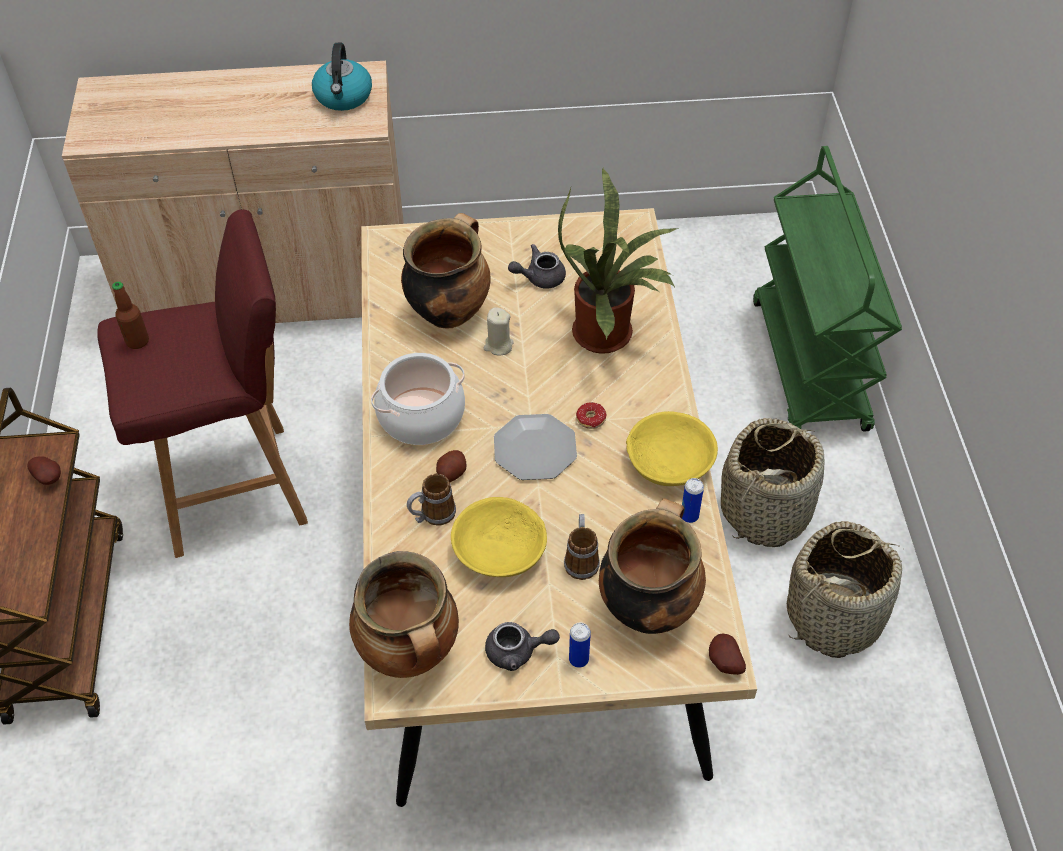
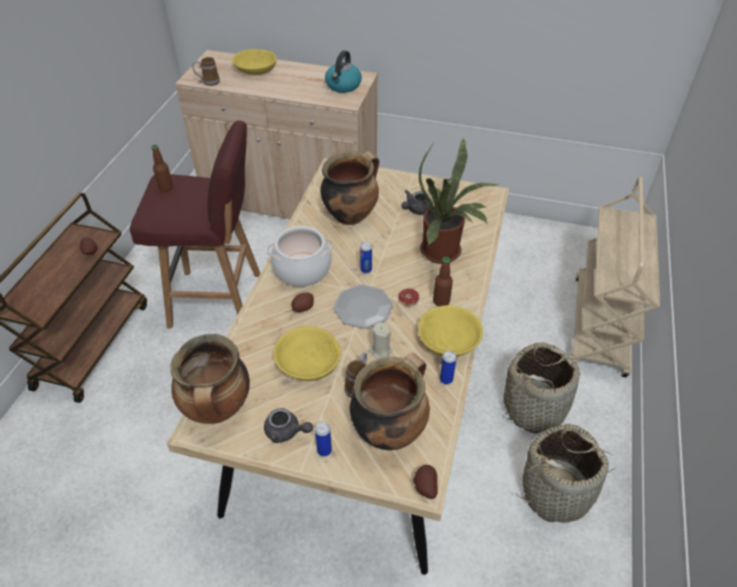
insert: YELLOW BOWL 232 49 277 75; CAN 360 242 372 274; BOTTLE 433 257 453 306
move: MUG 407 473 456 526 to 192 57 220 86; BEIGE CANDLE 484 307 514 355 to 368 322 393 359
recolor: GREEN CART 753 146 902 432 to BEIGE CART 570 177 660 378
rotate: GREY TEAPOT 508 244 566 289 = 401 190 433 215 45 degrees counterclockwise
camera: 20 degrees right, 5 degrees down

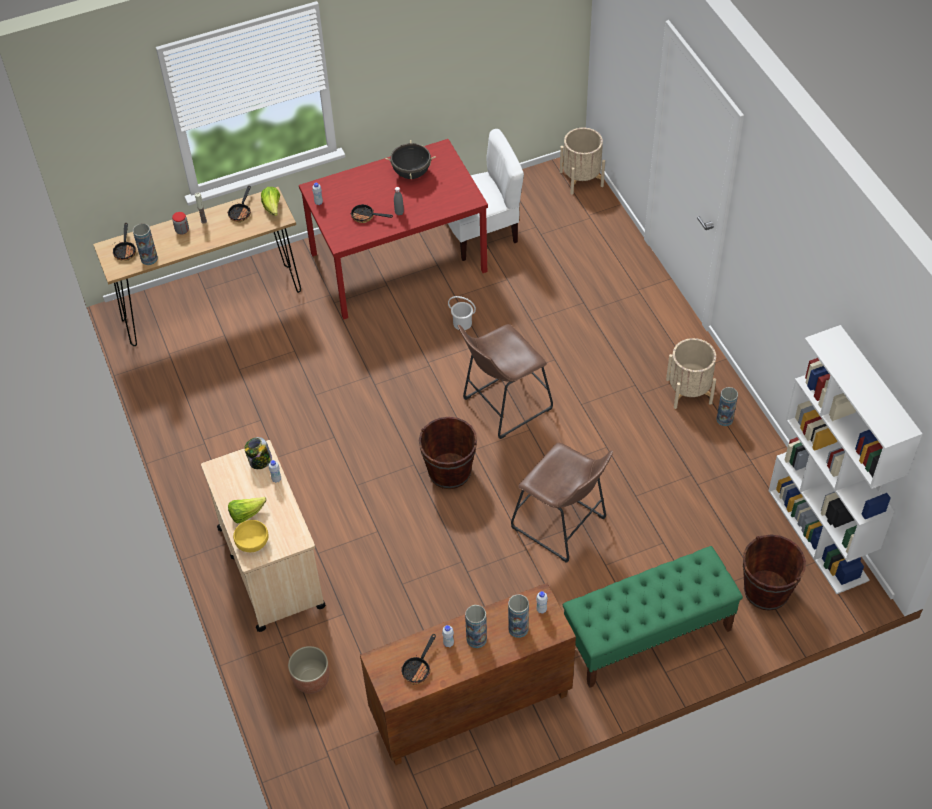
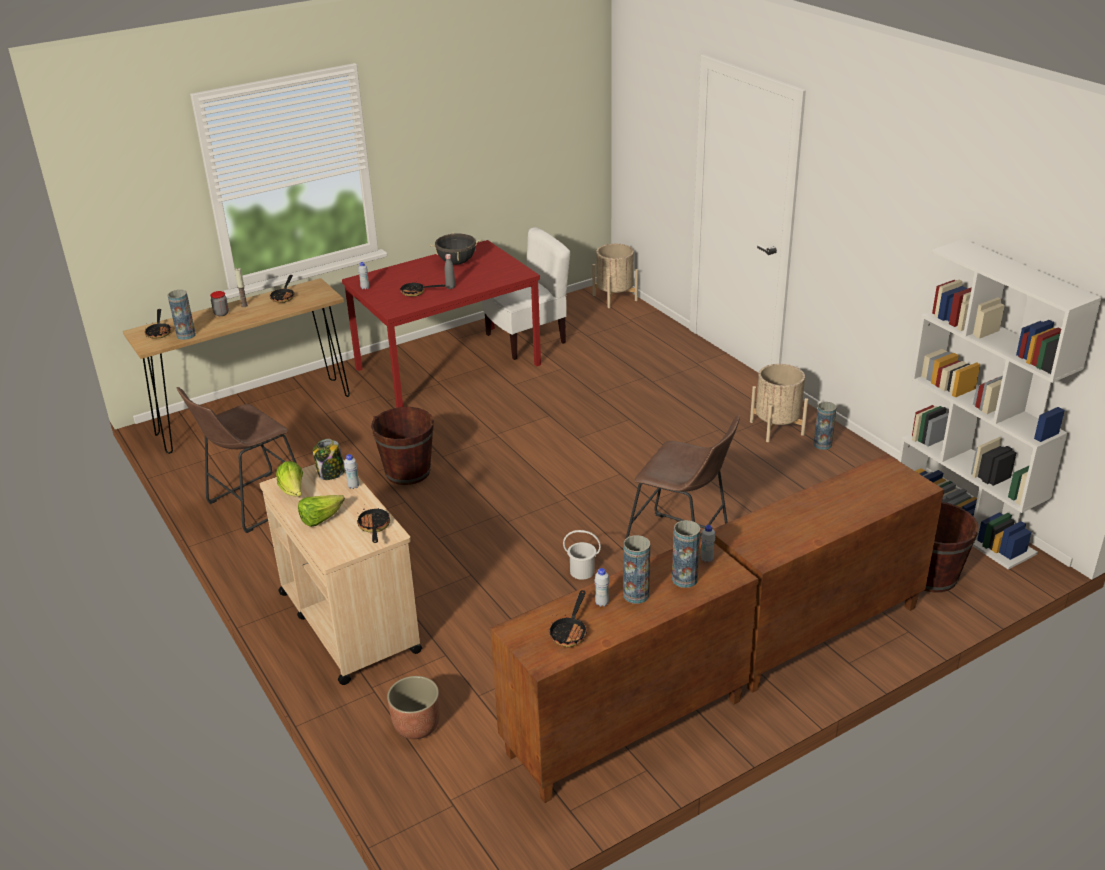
delete: YELLOW BOWL 233 520 269 552
insert: FRYING PAN 357 508 390 543
move: LETTUCE 261 187 280 216 to 276 461 303 497; BROWN BUCKET 419 417 477 489 to 371 407 434 485; WHITE BUCKET 448 296 476 330 to 563 530 601 580; BROWN STOOL 458 324 553 439 to 177 387 296 533
replace: GREEN BENCH 563 546 743 688 to BROWN CABINET 713 454 944 693
camera: 10 degrees left, 20 degrees down

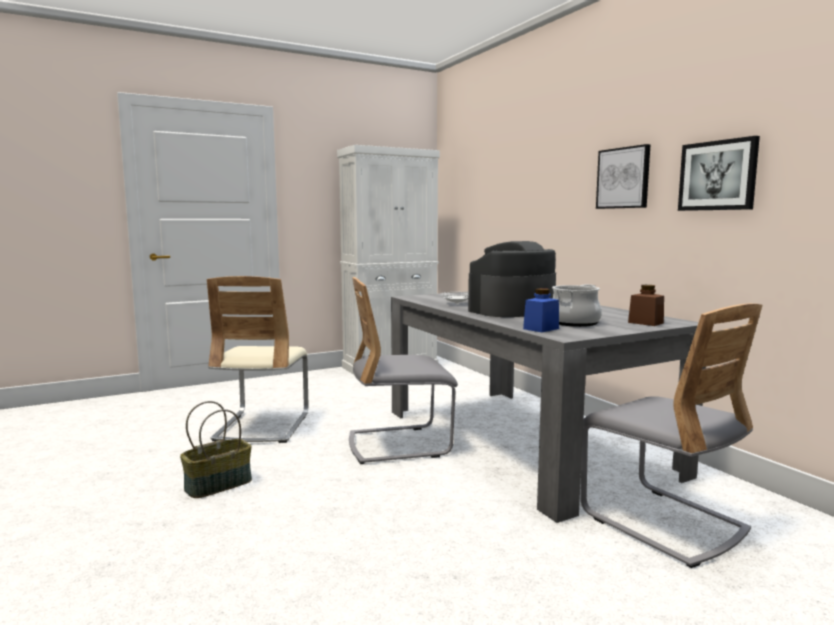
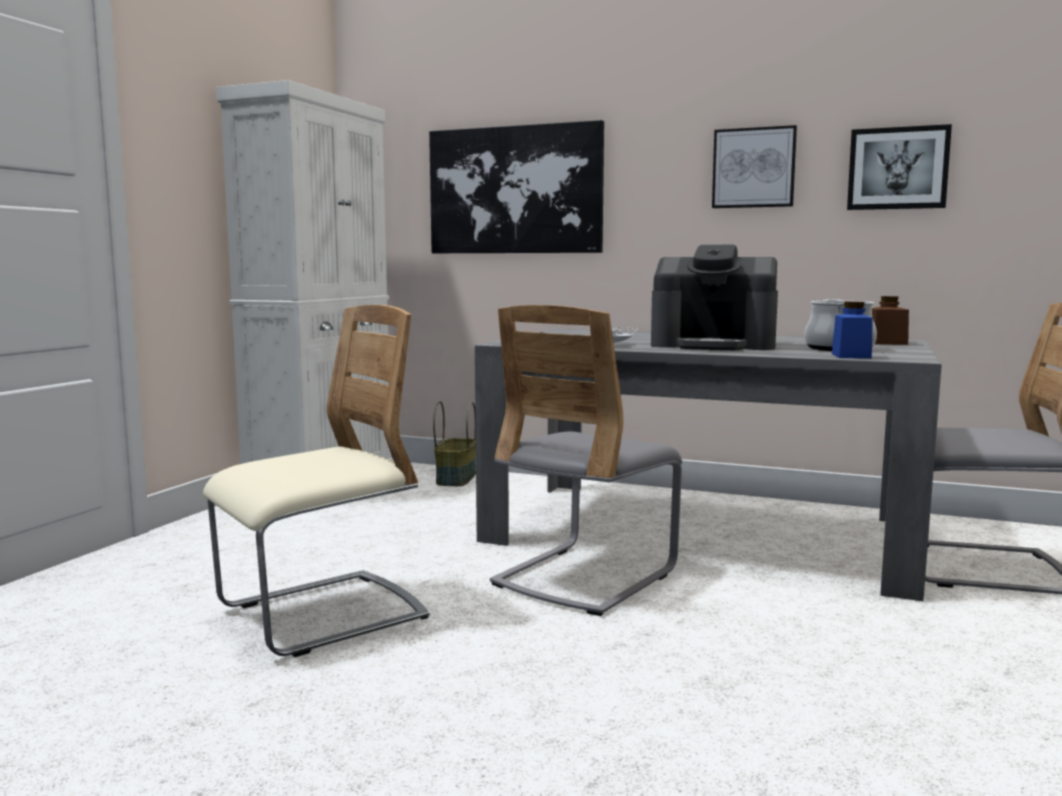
insert: PICTURE 429 120 604 253
move: BASKET 180 401 252 498 to 433 401 476 486
rotate: BEIGE CHAIR 207 276 308 443 = 203 305 429 657 90 degrees counterclockwise; COFFEE MACHINE 468 241 556 317 = 651 245 778 350 90 degrees counterclockwise
camera: 40 degrees left, 0 degrees up

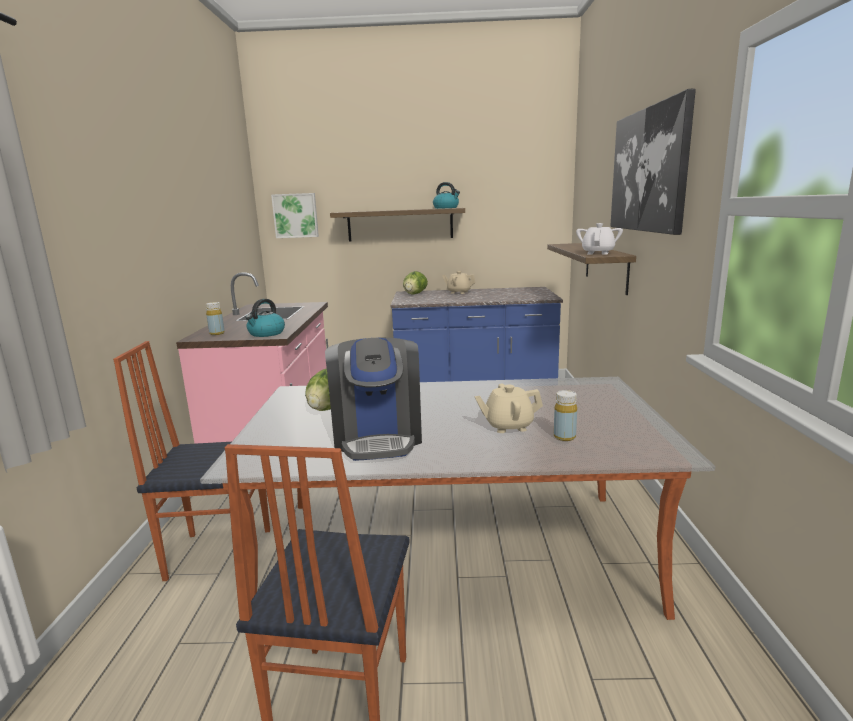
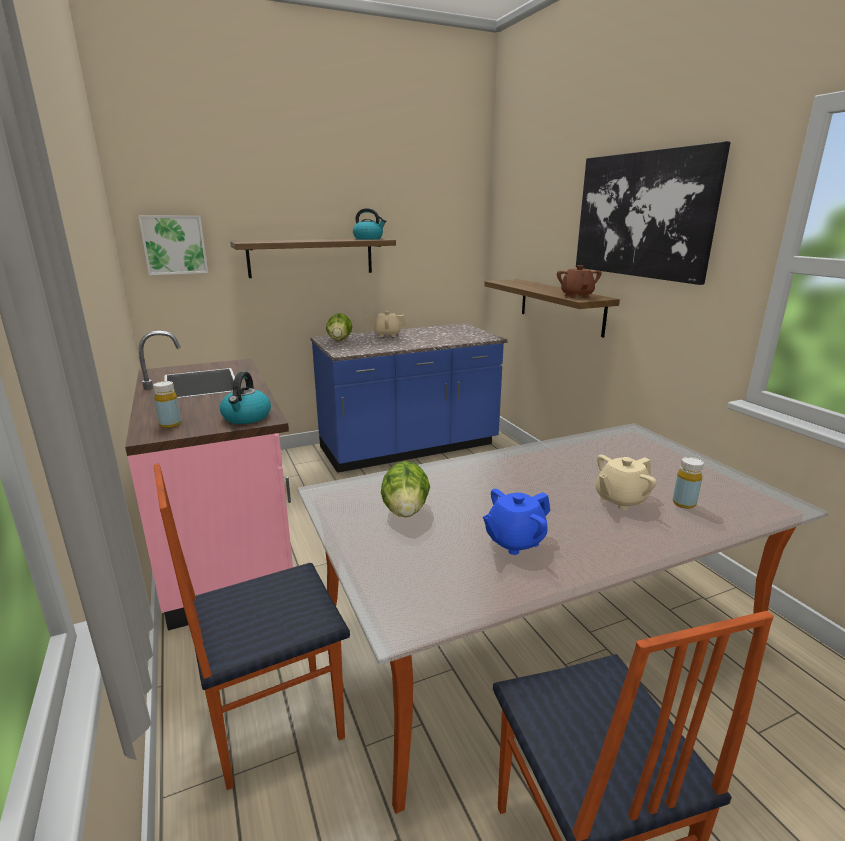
replace: COFFEE MACHINE 325 338 422 461 to BLUE TEAPOT 483 489 550 555
recolor: WHITE TEAPOT 576 223 623 255 to BROWN TEAPOT 557 265 601 298
camera: 25 degrees left, 5 degrees up

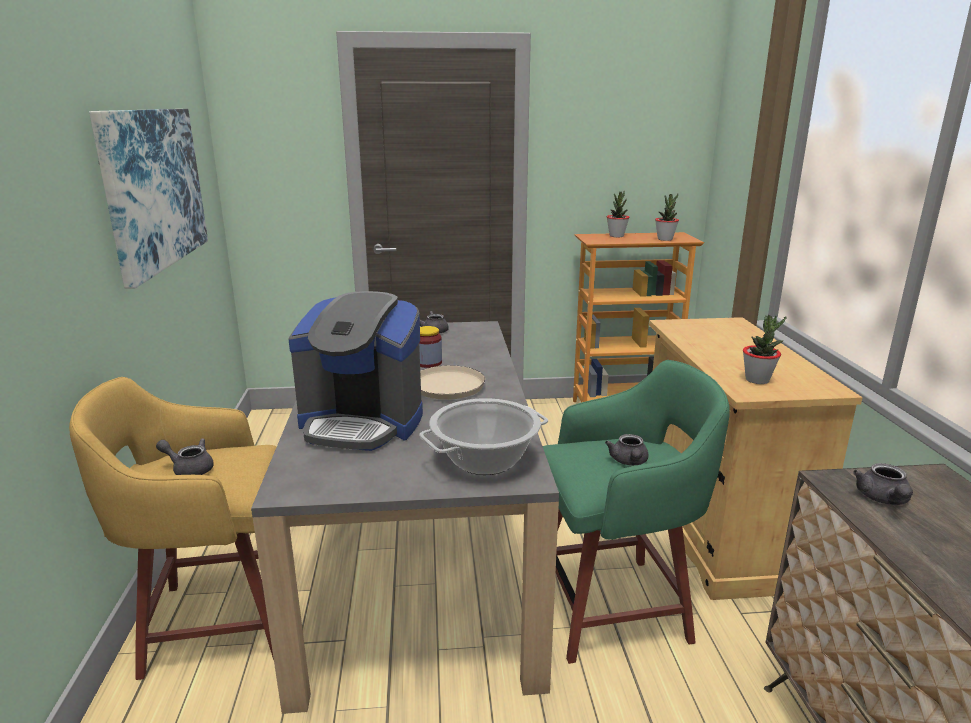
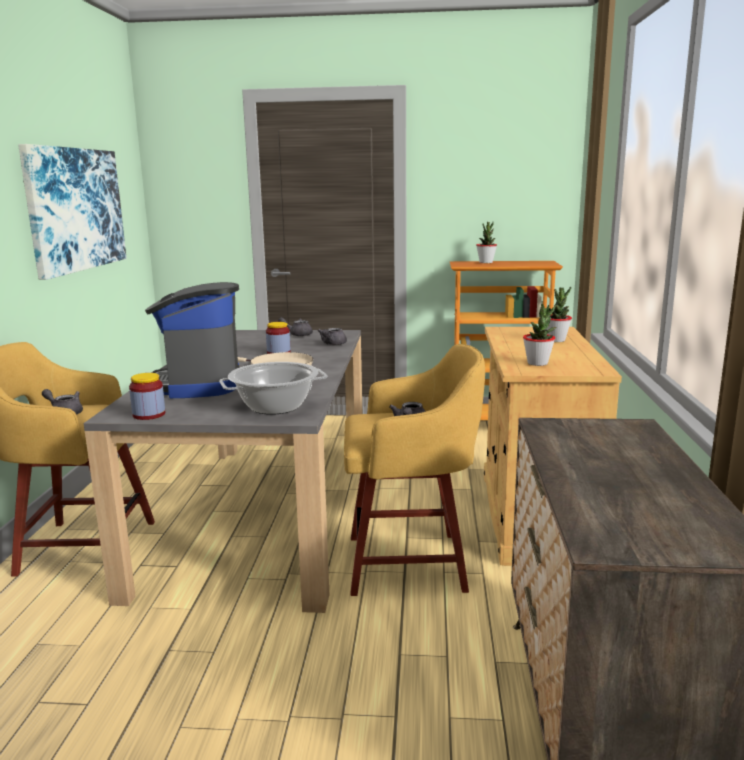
insert: JAR 129 373 165 420
move: POTTED PLANT 655 194 679 241 to 547 287 572 342; GREY TEAPOT 853 463 913 505 to 318 328 347 345
recolor: GREEN STOOL 543 360 730 664 to YELLOW STOOL 344 344 485 596
rotate: COFFEE MACHINE 288 291 423 451 = 145 282 239 398 60 degrees clockwise
camera: 10 degrees right, 5 degrees down

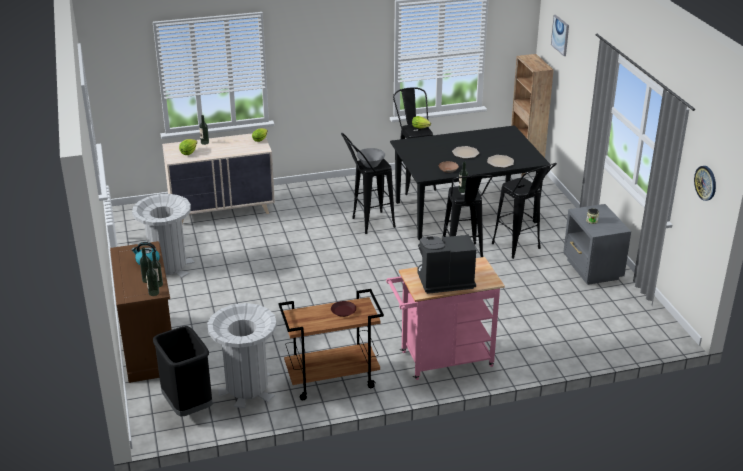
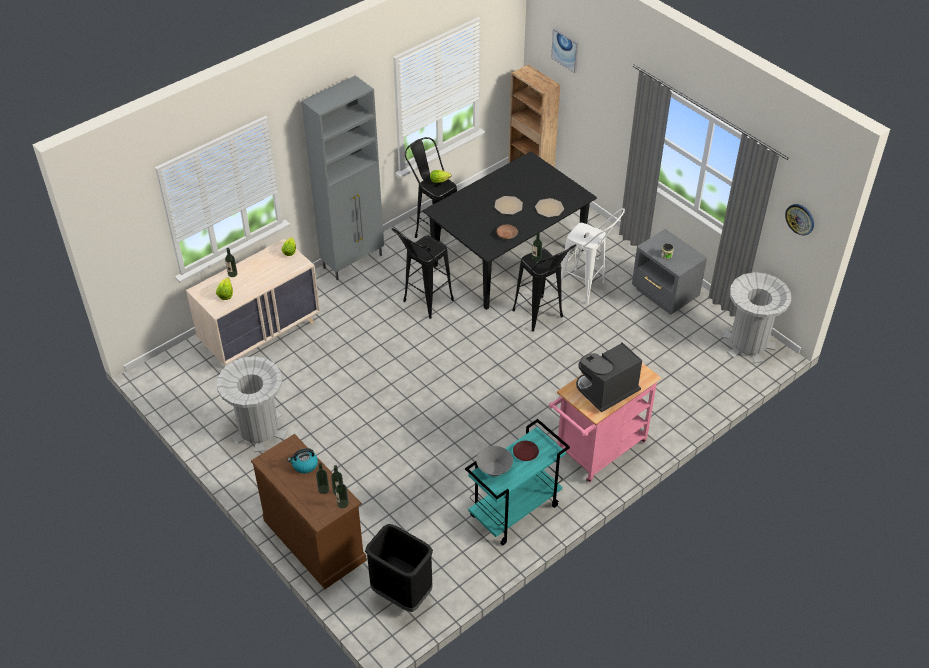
insert: GREY CABINET 301 75 384 280
move: GREY TRASH CAN 207 303 277 408 to 723 272 791 363; GREY BOWL 357 148 385 168 to 476 446 513 476
recolor: BROWN CART 278 289 384 400 to TURQUOISE CART 465 419 570 546; BLACK STOOL 492 163 557 259 to WHITE STOOL 557 208 625 305
camera: 25 degrees left, 15 degrees up

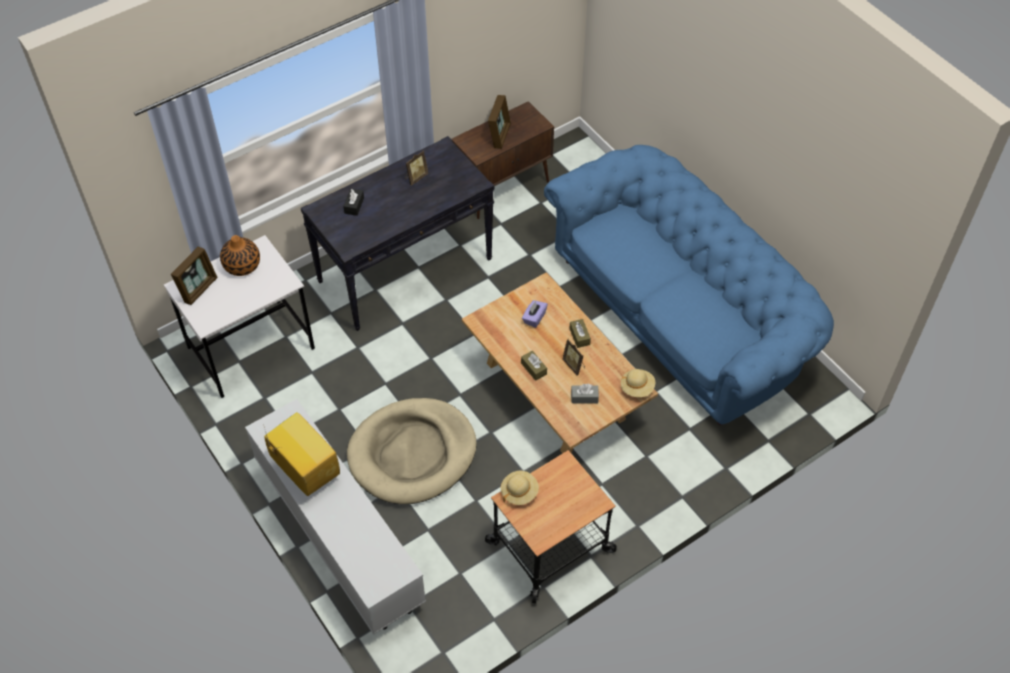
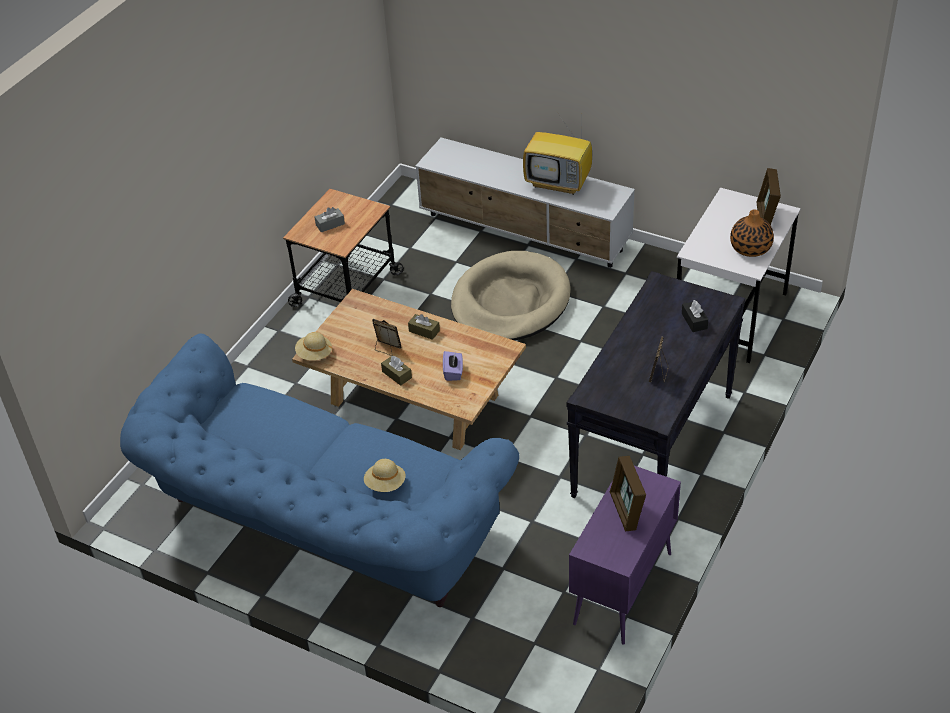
move: BEIGE HAT 501 471 539 505 to 364 459 406 492; GREY TISSUE BOX 571 384 599 403 to 314 207 345 232
recolor: BROWN CABINET 451 101 554 219 to PURPLE CABINET 569 466 681 645
camera: 155 degrees right, 10 degrees down

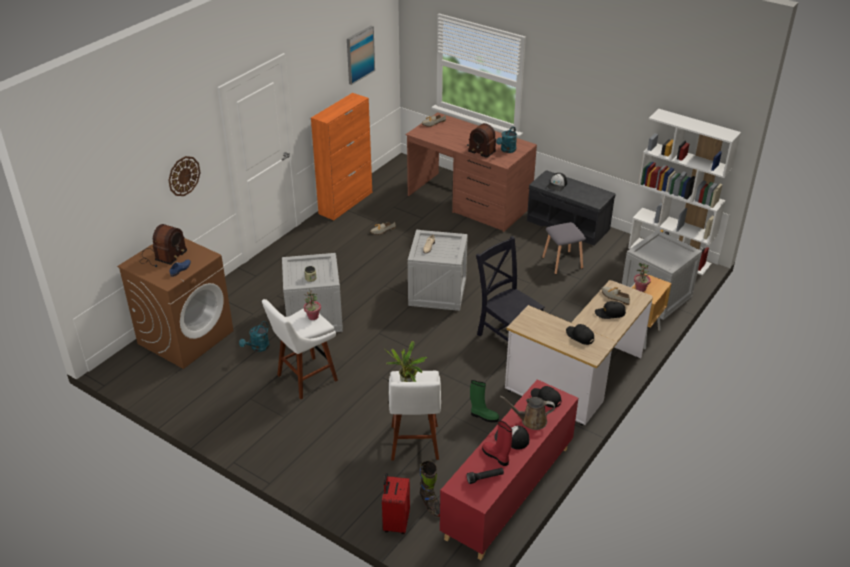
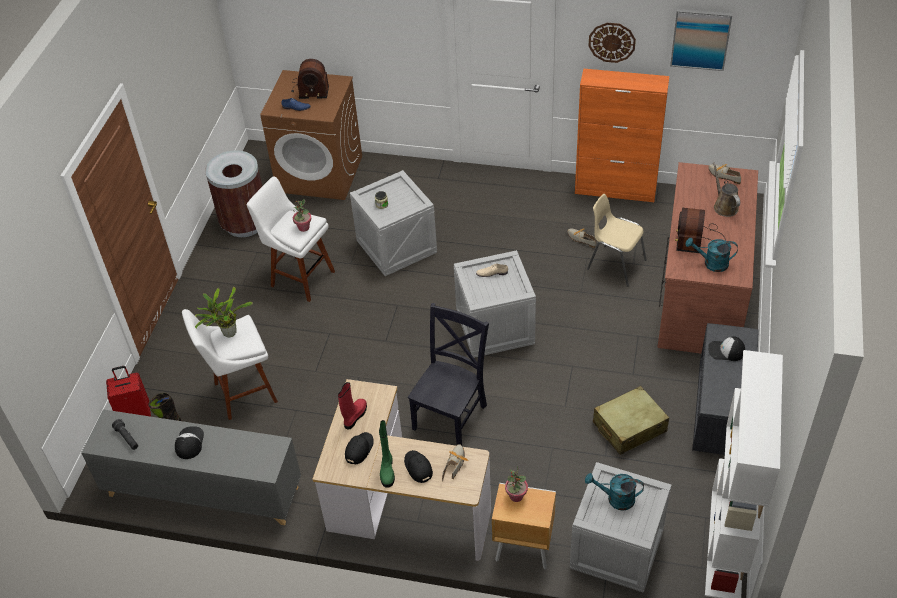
delete: BLACK CAP 531 386 561 408
insert: BROWN TRASH CAN 205 150 262 237; BEIGE CHAIR 587 194 647 287
move: WALL CLOCK 168 156 201 196 to 589 23 636 63; TURQUOISE WATERING CAN 239 321 270 352 to 585 473 644 511; GREEN BOOT 470 380 499 422 to 379 420 395 488; RED BOOT 482 421 512 466 to 338 382 367 429; BROWN WATERING CAN 500 396 555 430 to 713 162 740 217
replace: GREY STOOL 542 222 586 275 to BEIGE SUITCASE 593 386 669 455
recolor: RED CABINET 440 379 578 560 to GREY CABINET 81 409 301 525
camera: 70 degrees right, 10 degrees up

